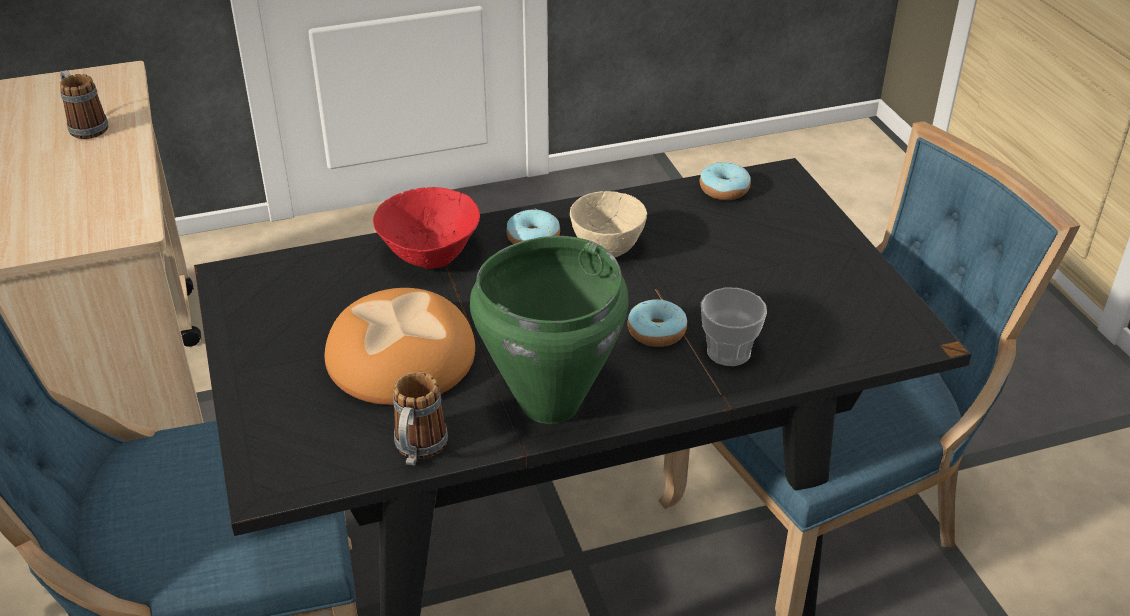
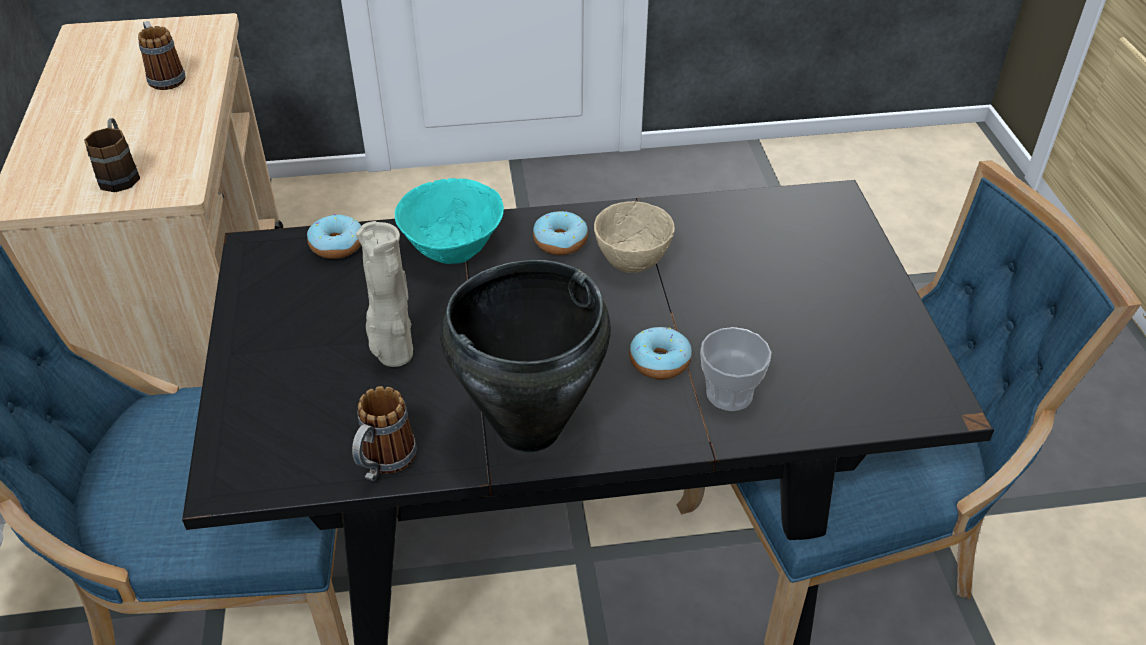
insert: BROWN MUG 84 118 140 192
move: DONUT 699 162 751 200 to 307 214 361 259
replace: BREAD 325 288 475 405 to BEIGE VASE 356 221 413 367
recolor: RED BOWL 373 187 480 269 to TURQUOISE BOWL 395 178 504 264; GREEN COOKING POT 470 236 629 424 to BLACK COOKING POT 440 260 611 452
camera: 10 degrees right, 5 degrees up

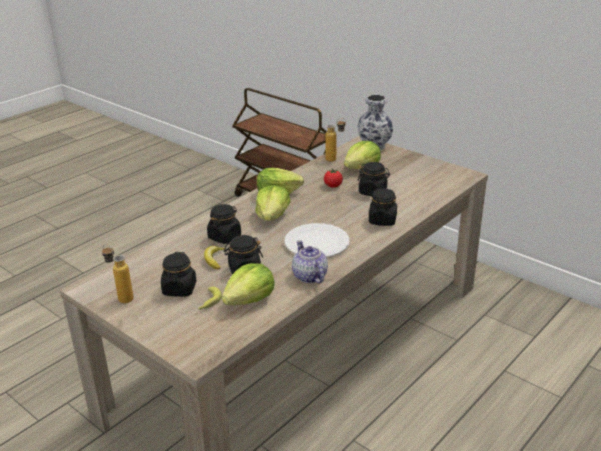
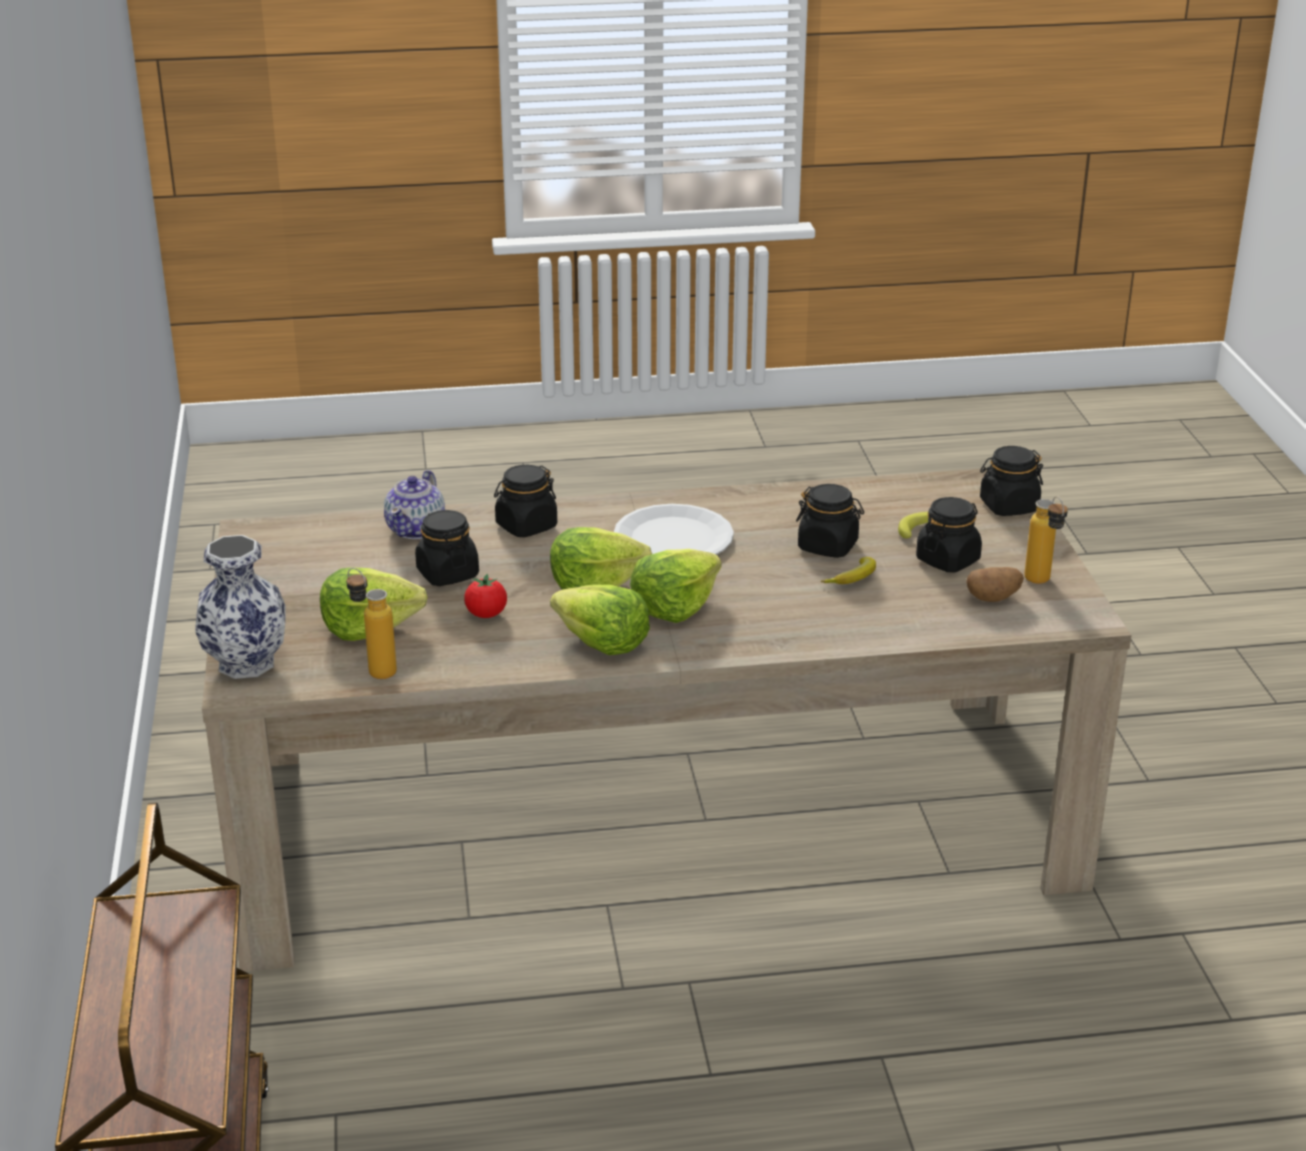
insert: POTATO 966 567 1024 602
move: BLACK JAR 207 204 241 244 to 980 446 1043 516; LETTUCE 222 263 275 305 to 550 527 652 590; TEAPOT 292 240 328 283 to 384 470 445 539
camera: 140 degrees left, 0 degrees up

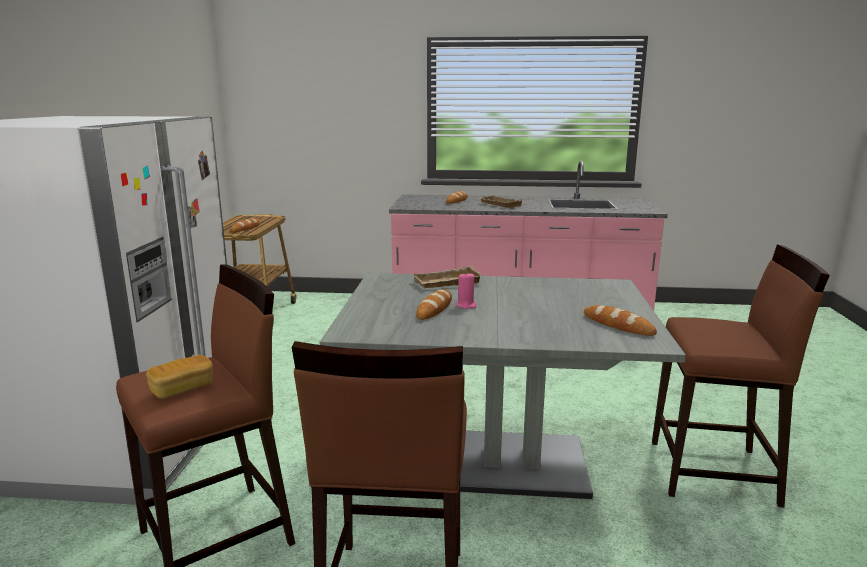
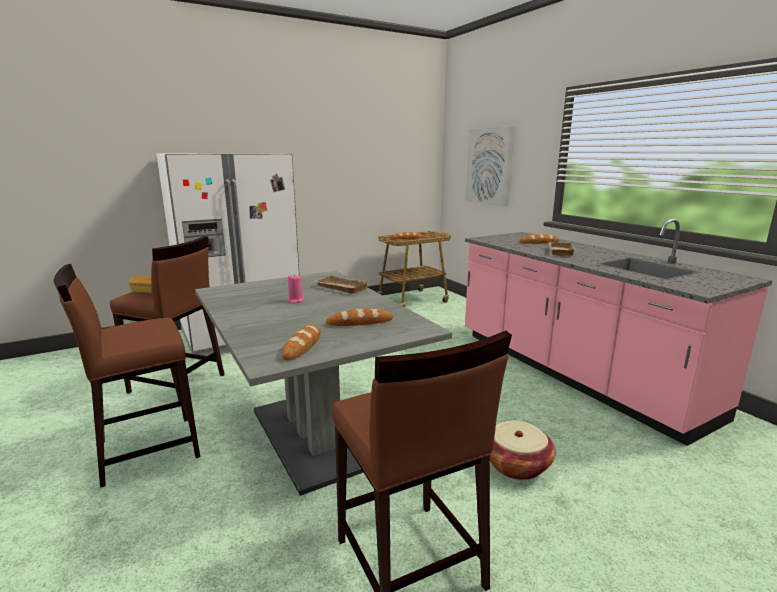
insert: PICTURE 465 126 514 207; BASKET 490 420 556 480
move: BREAD 416 289 452 320 to 326 308 393 326
camera: 55 degrees right, 0 degrees up

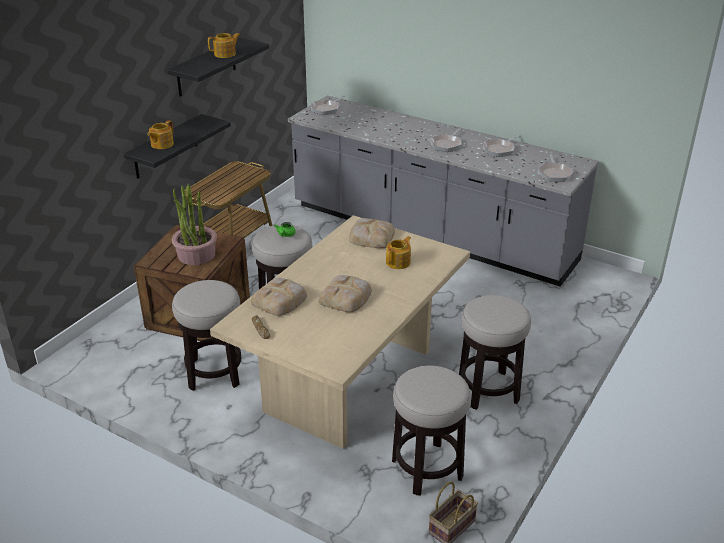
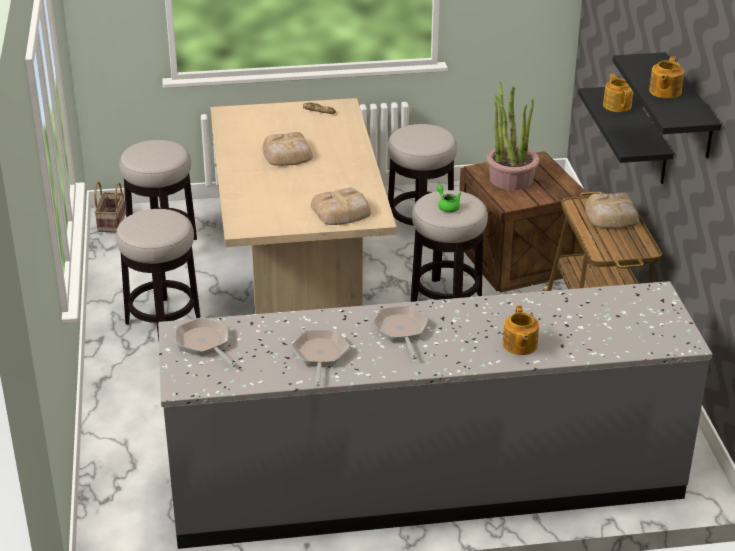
delete: FRYING PAN 310 95 345 115
move: BREAD 251 278 307 316 to 585 193 639 229; TEAPOT 386 236 411 269 to 503 305 539 355
camera: 140 degrees right, 0 degrees up

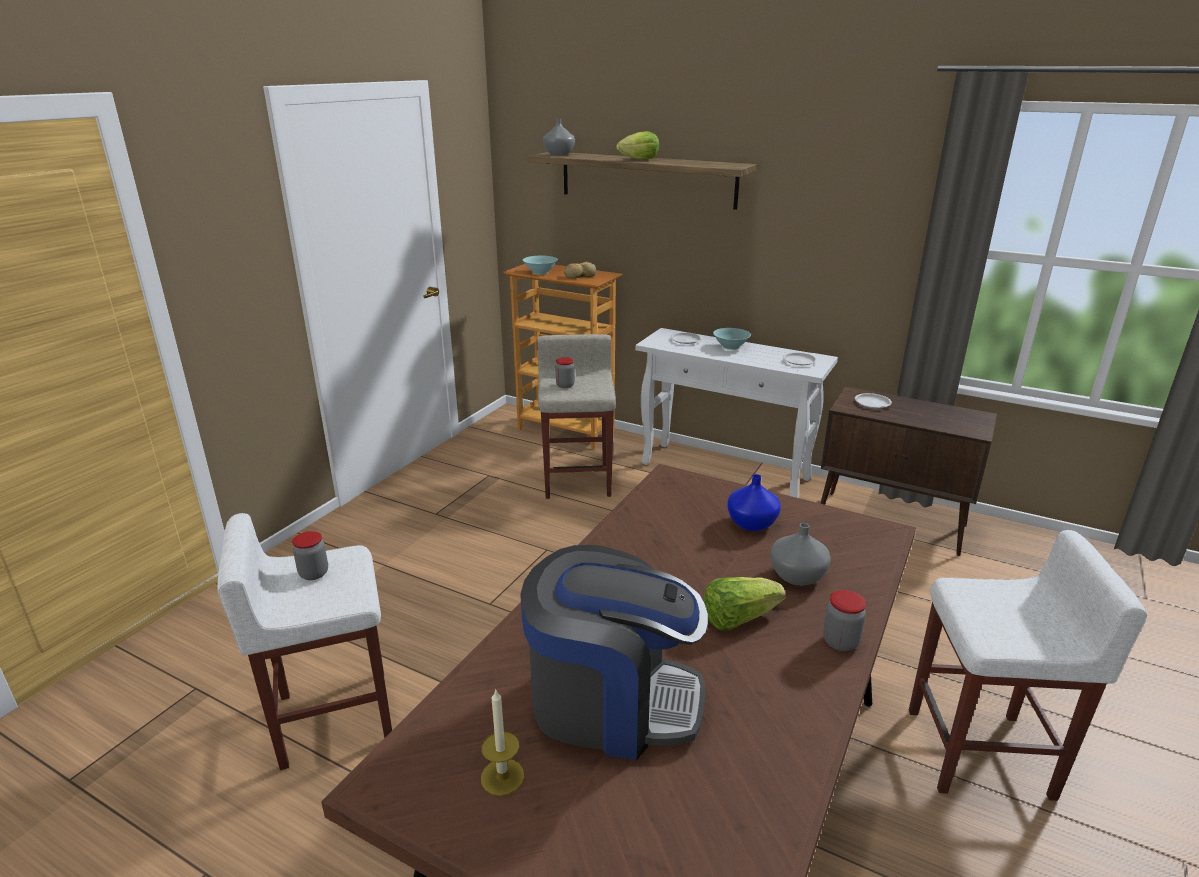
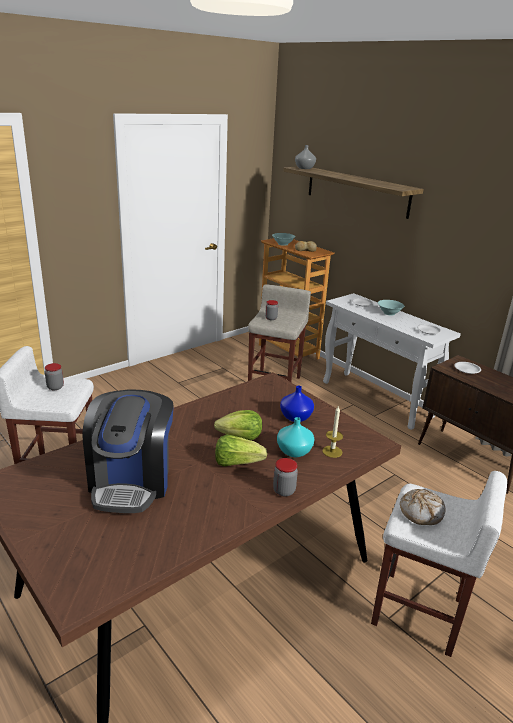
insert: BREAD 400 489 446 525
move: CANDLE 481 688 525 796 to 322 405 343 458; LETTUCE 616 131 659 159 to 214 410 262 440
recolor: GREY VASE 770 523 831 586 to TURQUOISE VASE 277 417 315 457
rotate: COFFEE MACHINE 520 545 708 760 = 82 390 174 513 60 degrees clockwise
camera: 20 degrees right, 0 degrees up

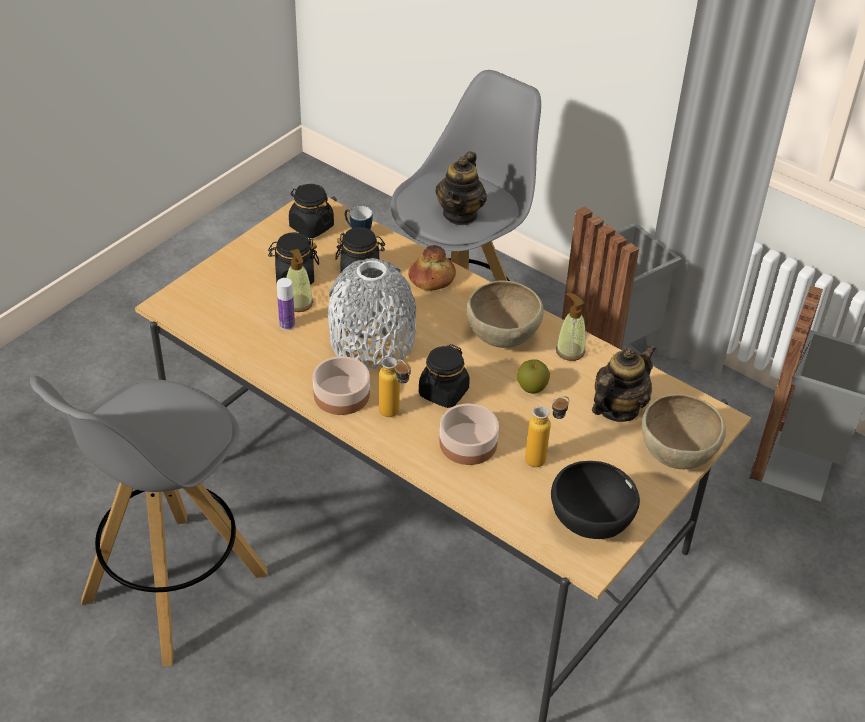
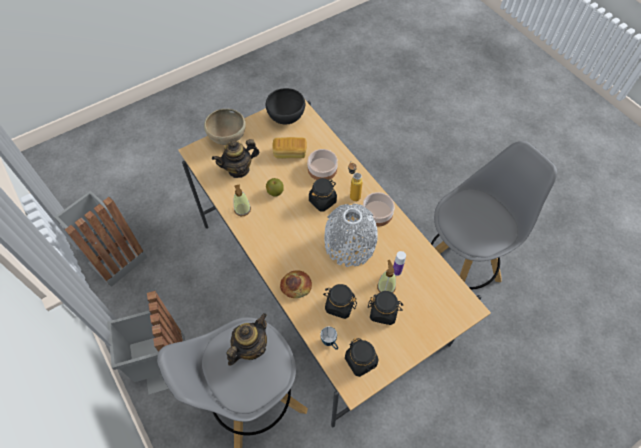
delete: BROWN BOWL 467 281 544 348
replace: BOTTLE 525 396 569 467 to BREAD 272 137 307 158
camera: 160 degrees left, 15 degrees up

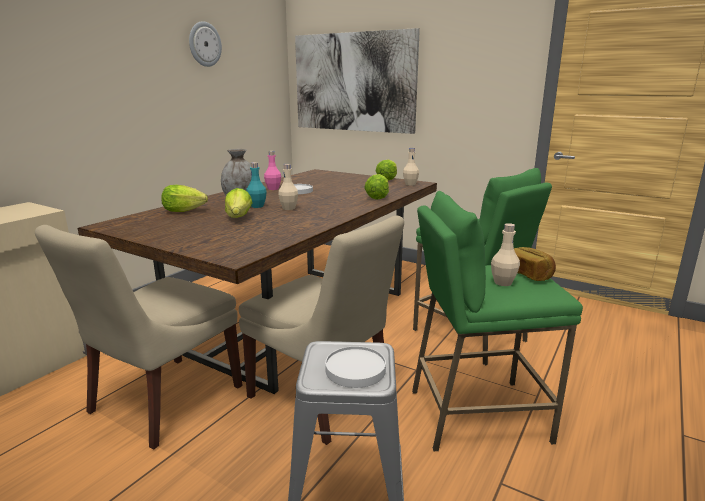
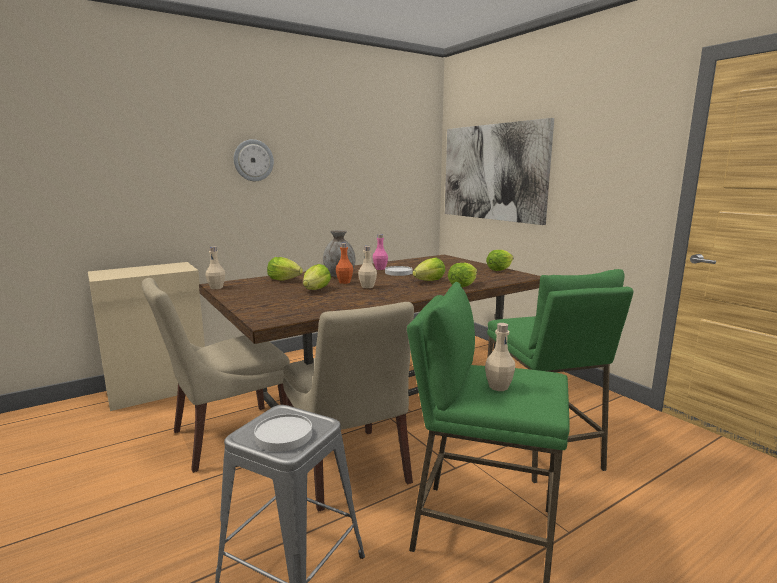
delete: BREAD 514 247 556 281
insert: LETTUCE 413 258 445 281
move: WALL CLOCK 189 21 222 67 to 234 139 274 181; BEIGE BOTTLE 403 148 419 185 to 205 246 225 289
recolor: TURQUOISE BOTTLE 246 162 267 208 to ORANGE BOTTLE 336 243 353 284
camera: 25 degrees right, 5 degrees down

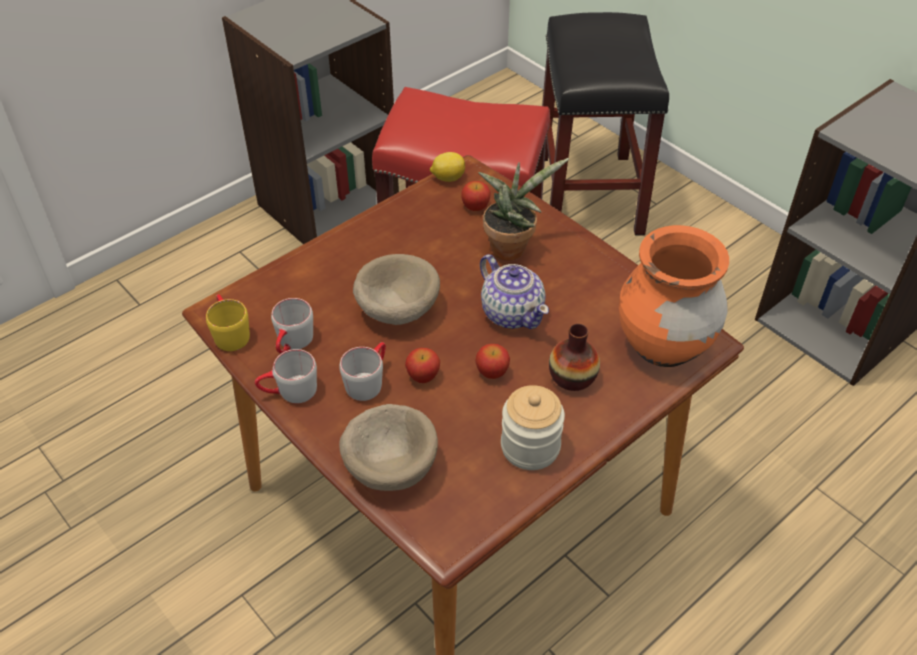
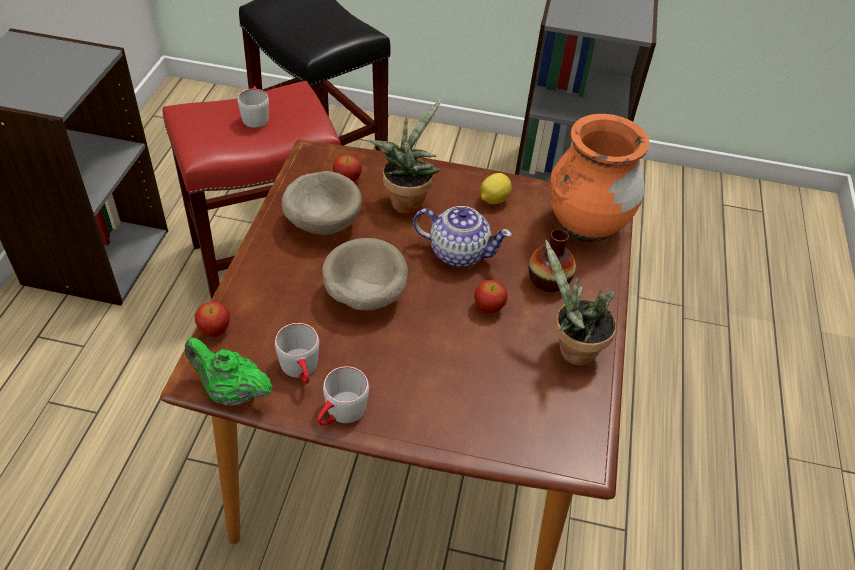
move: GREY MUG 339 342 386 401 to 238 86 269 128; BEIGE BOWL 339 404 438 491 to 282 171 362 235; APPLE 405 348 440 383 to 195 301 230 337; LEMON 430 152 465 182 to 480 173 512 204
replace: YELLOW MUG 206 294 250 351 to GREEN TEAPOT 185 338 273 406; JAR 501 385 565 470 to POTTED PLANT 545 240 617 366
camera: 40 degrees left, 0 degrees up

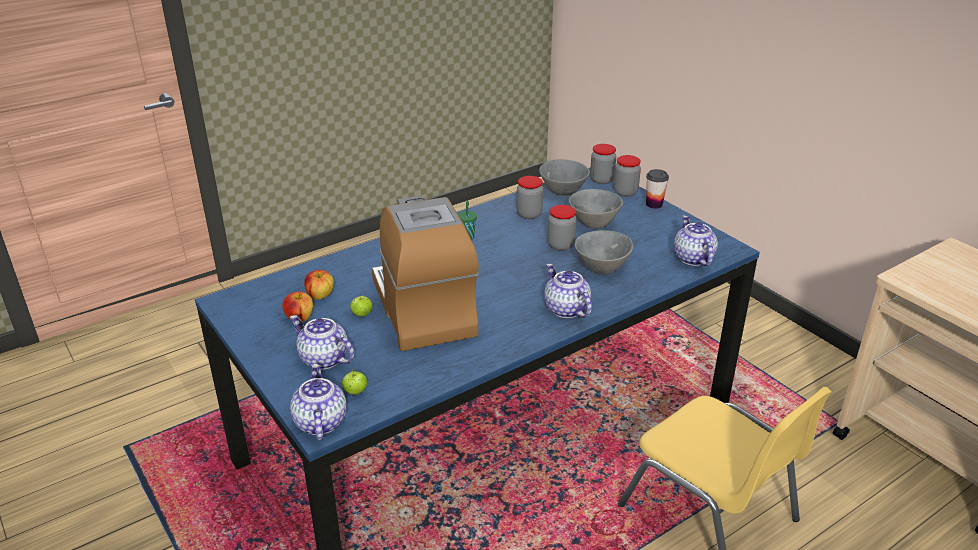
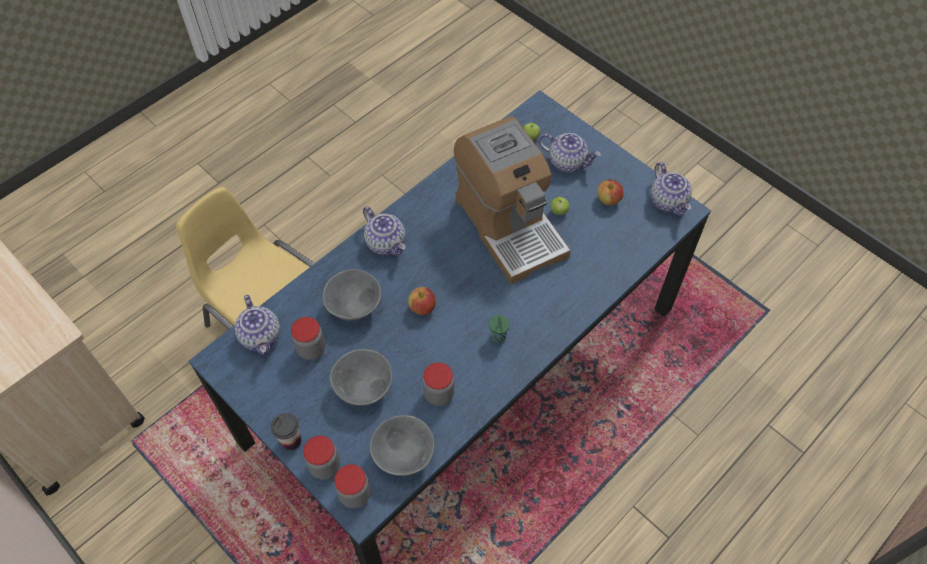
move: TEAPOT 290 364 347 440 to 651 162 692 215; APPLE 304 270 334 300 to 408 287 436 315; JAR 547 205 577 251 to 291 317 325 360
camera: 170 degrees right, 25 degrees up

